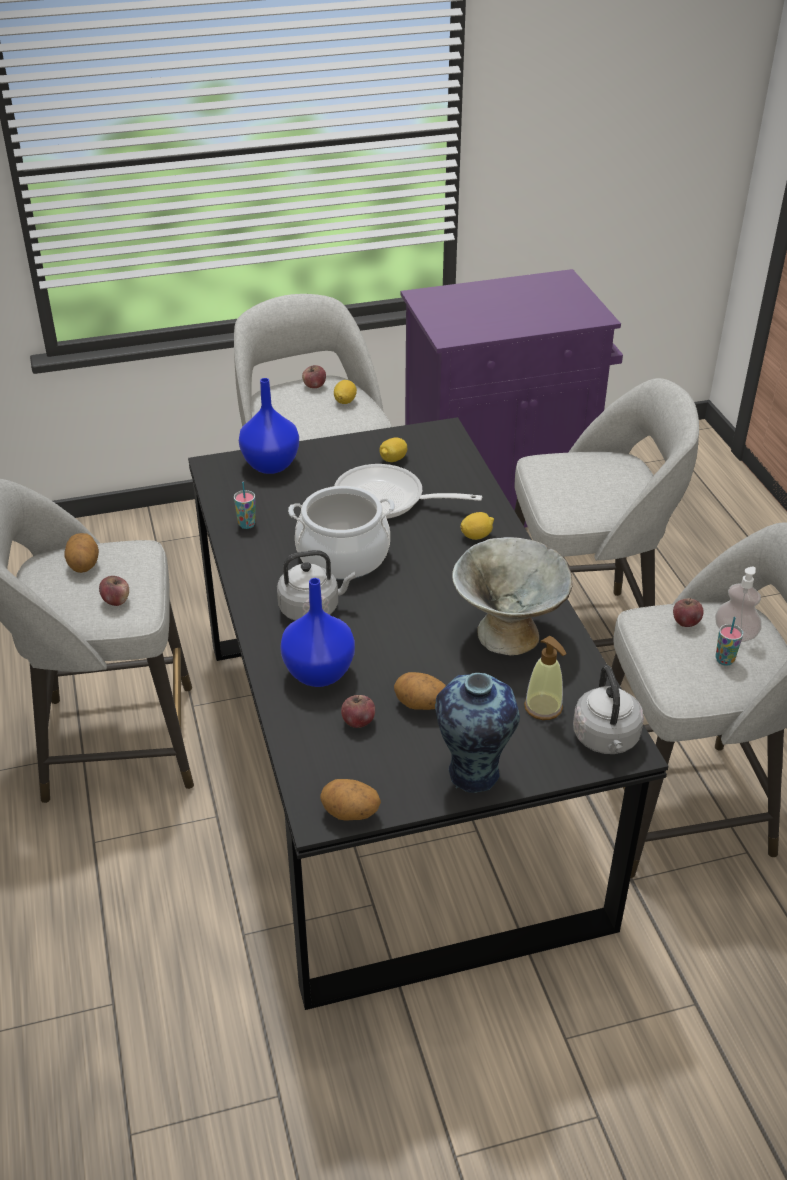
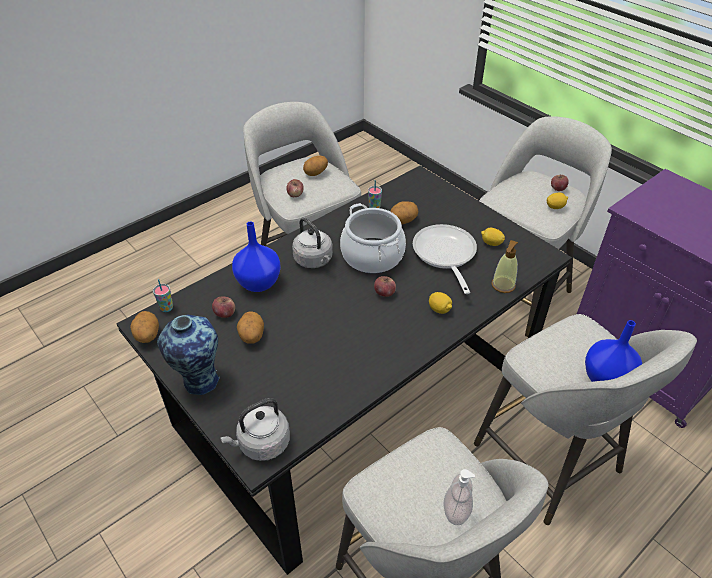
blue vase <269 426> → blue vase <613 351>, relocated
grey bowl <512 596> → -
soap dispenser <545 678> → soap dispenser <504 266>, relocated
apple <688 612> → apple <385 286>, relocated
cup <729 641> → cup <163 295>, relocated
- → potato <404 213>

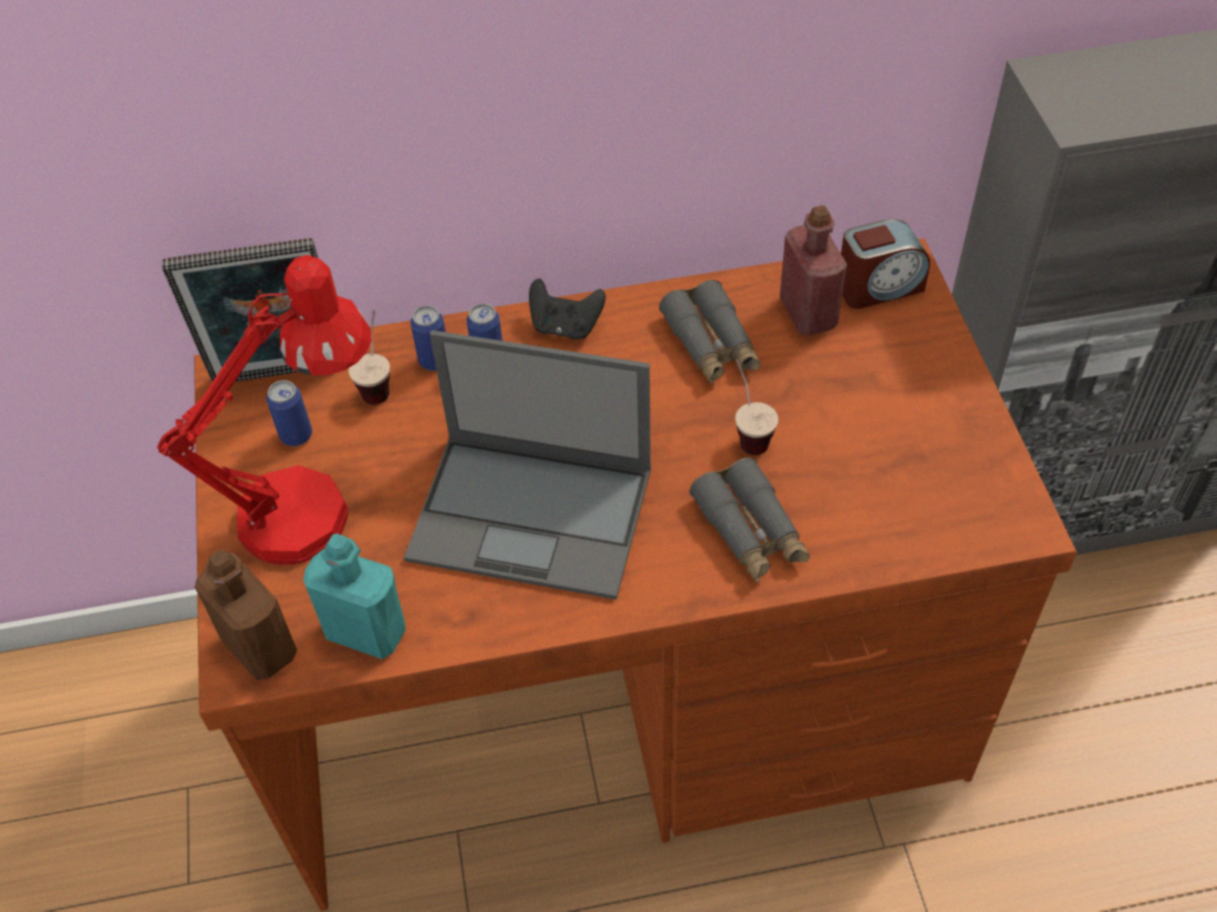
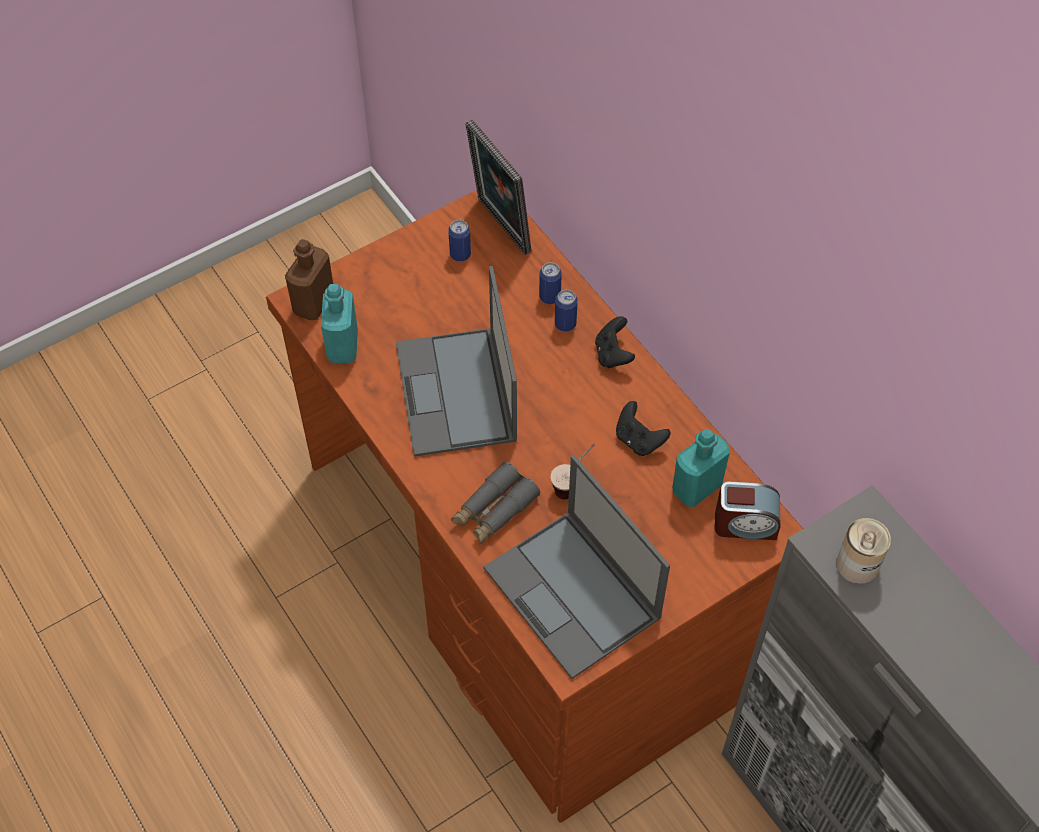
red table lamp <264 410> → -
cup <369 357> → -
grey binoculars <710 332> → black game controller <643 428>
red bottle <813 270> → turquoise bottle <701 468>
alarm clock <885 264> → alarm clock <747 510>, 45 degrees counterclockwise
- → laptop <576 567>
- → can <863 551>

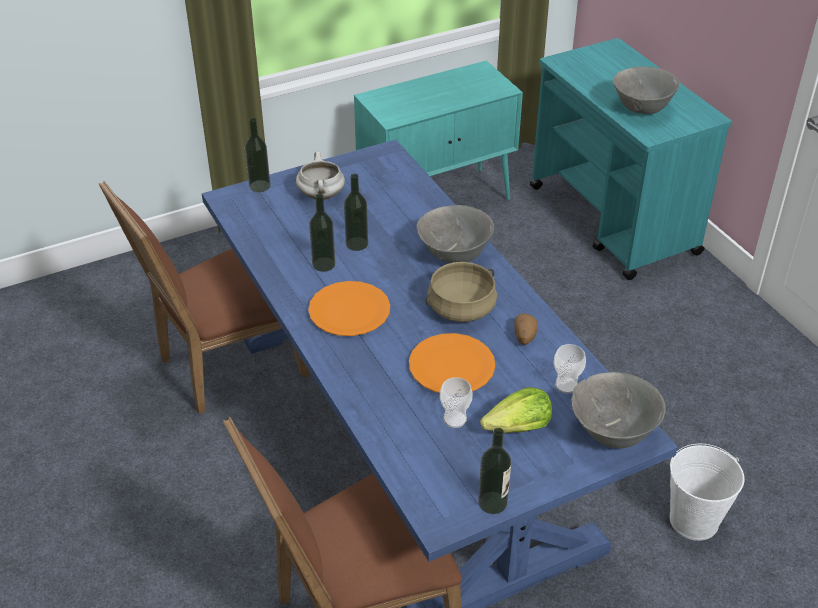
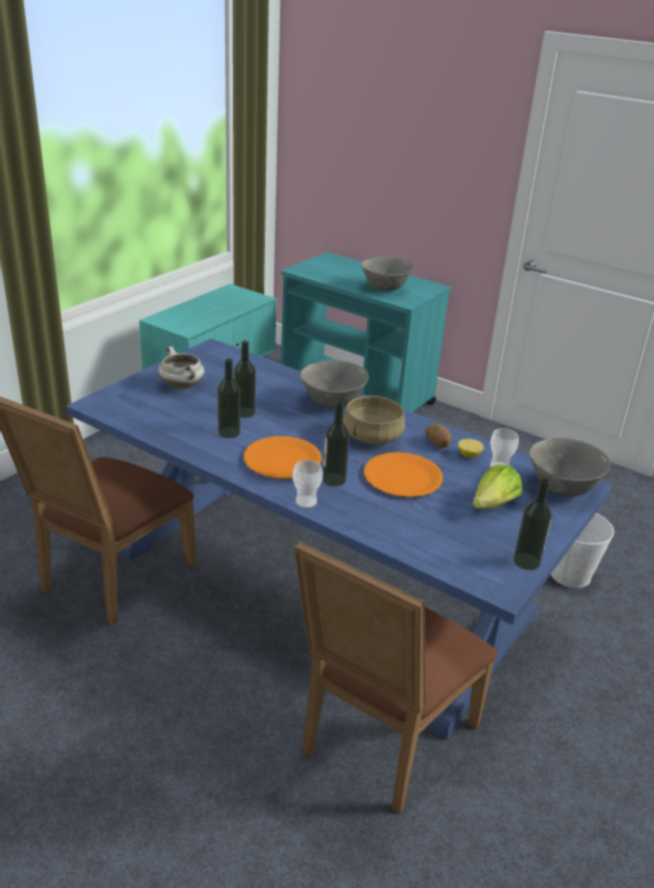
bottle <257 155> → bottle <336 444>, relocated
cup <456 402> → cup <307 484>, relocated
- → lemon <471 448>

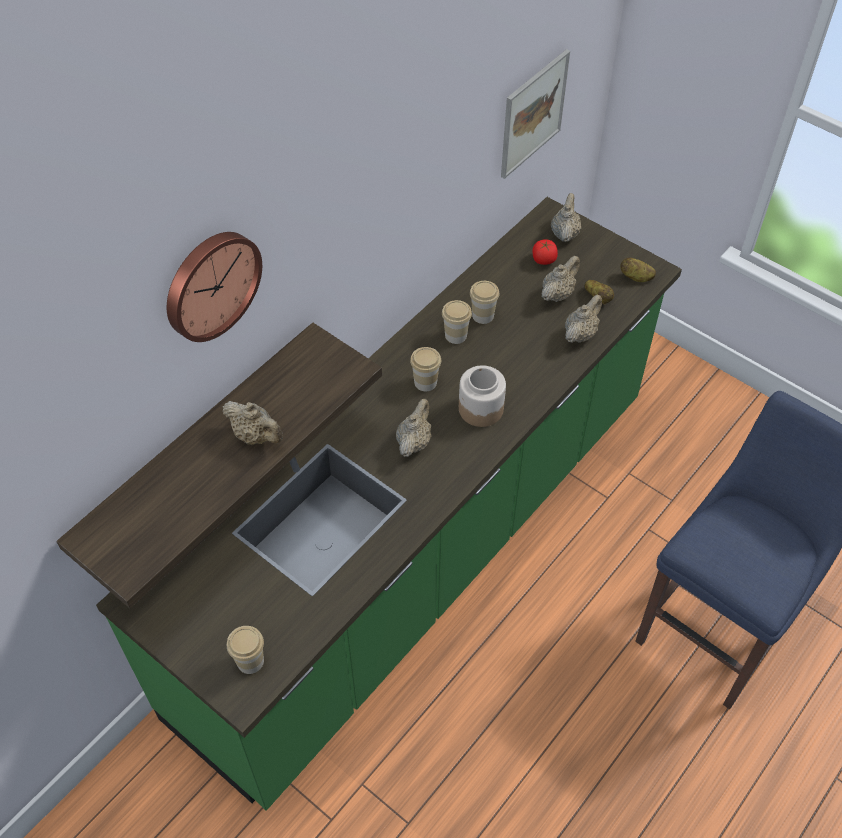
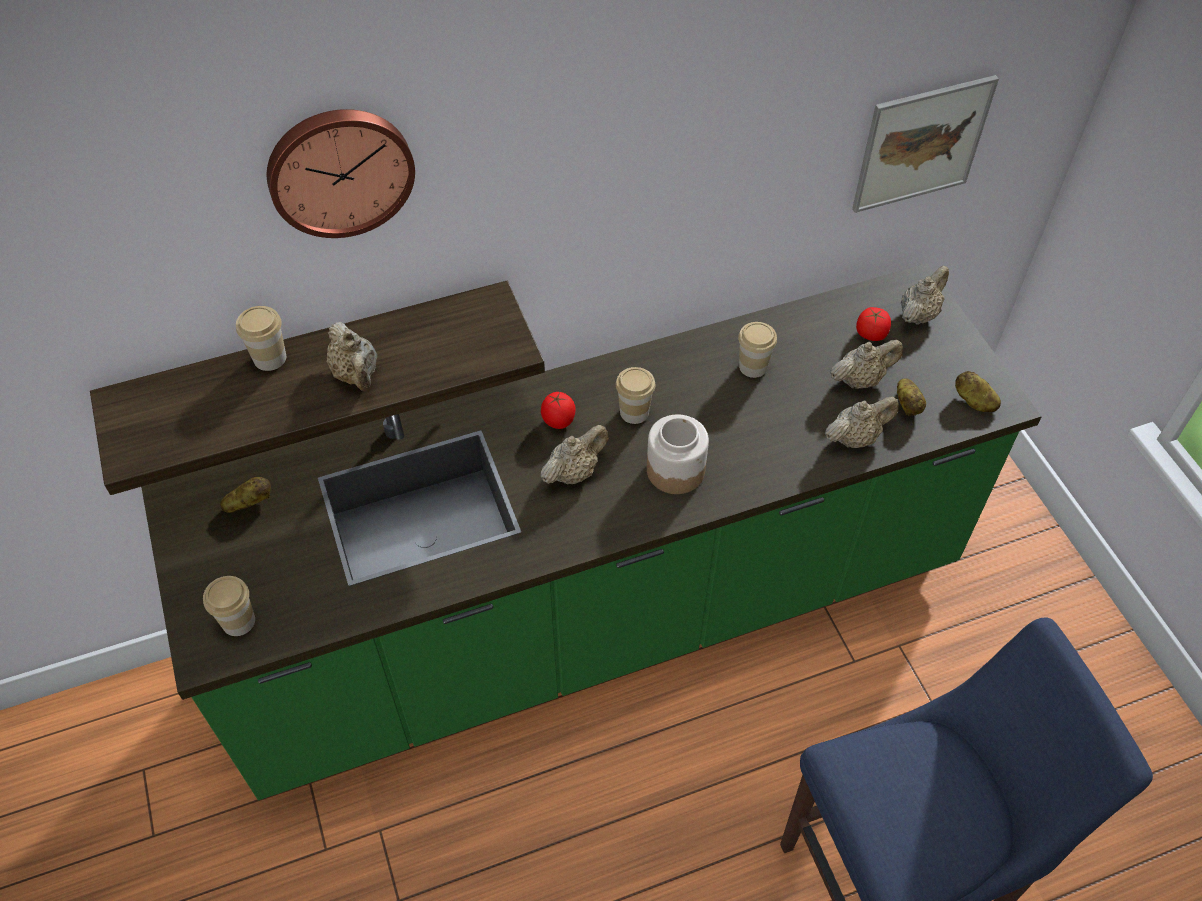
cup <457 322> → cup <261 338>, relocated
- → potato <245 495>
- → tomato <558 410>

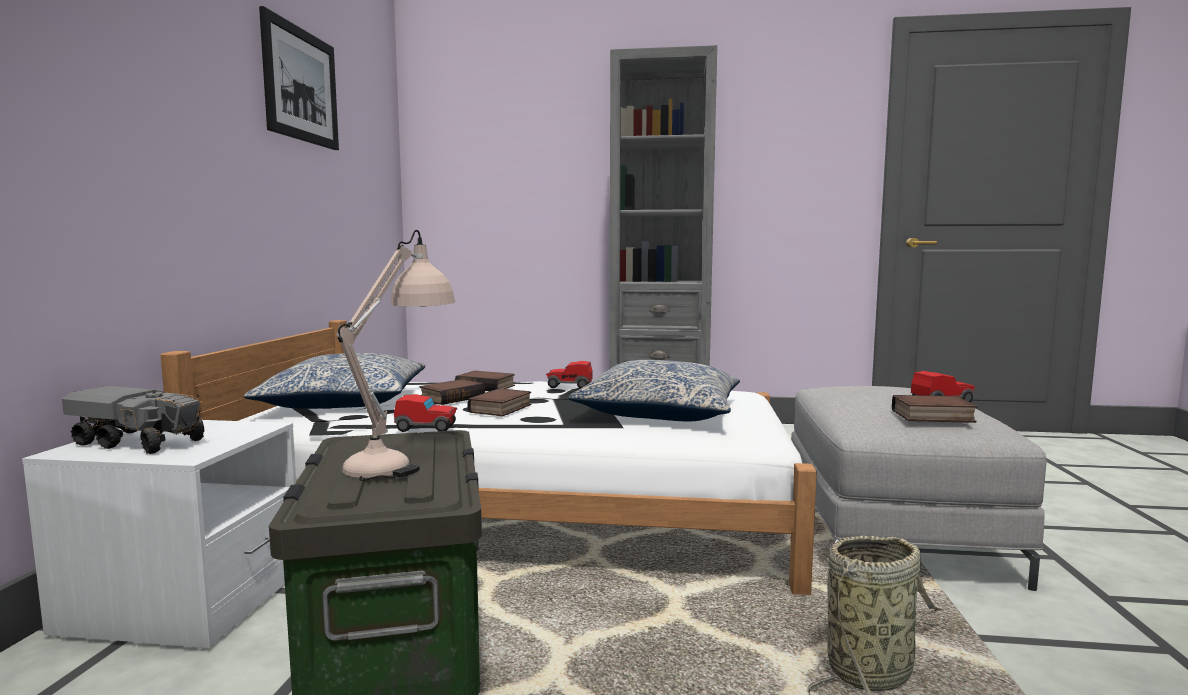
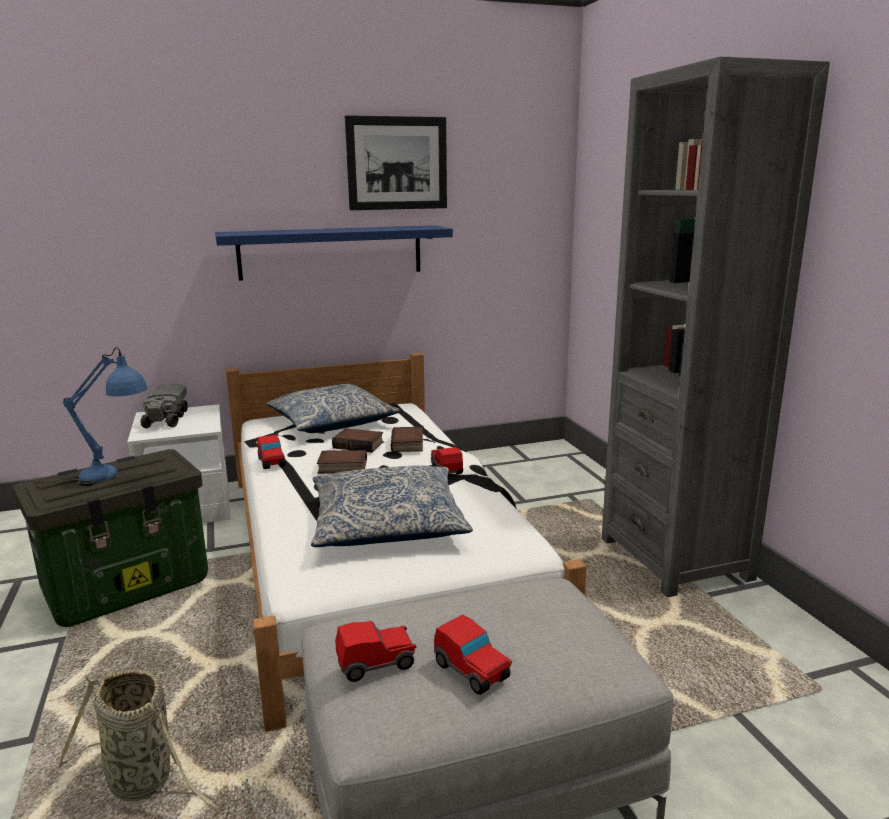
beige table lamp <395 355> → blue table lamp <105 416>
book <935 409> → toy car <376 651>
- → blue shelf <334 253>

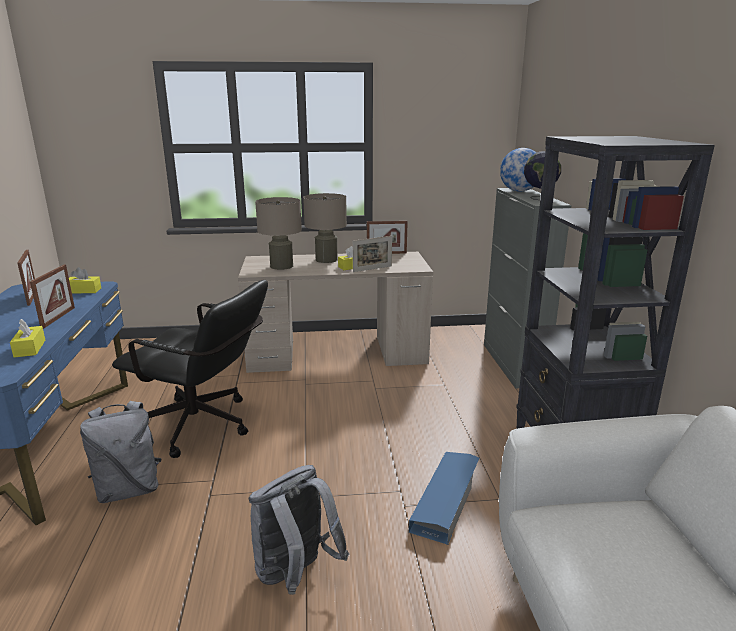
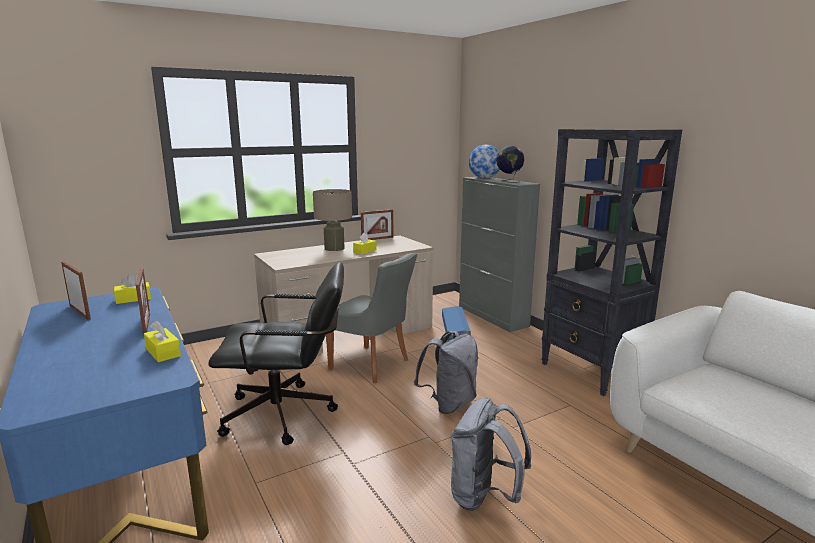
grey backpack <121 452> → grey backpack <446 372>, relocated
beige table lamp <278 233> → -
picture frame <372 254> → -
blue storage box <444 498> → blue storage box <456 323>, relocated
- → grey chair <371 318>

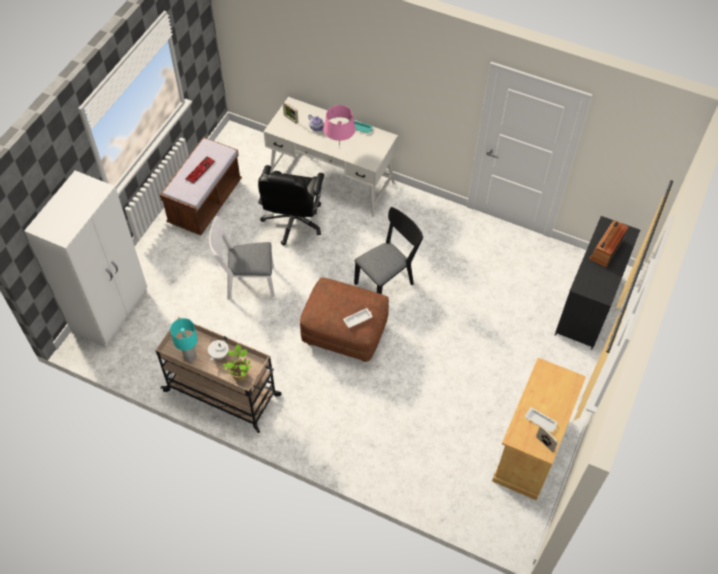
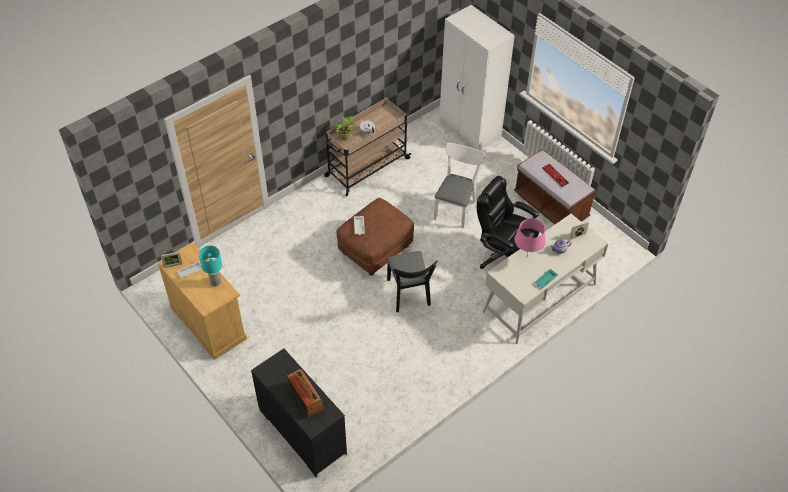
turquoise table lamp <184 340> → turquoise table lamp <210 266>, relocated

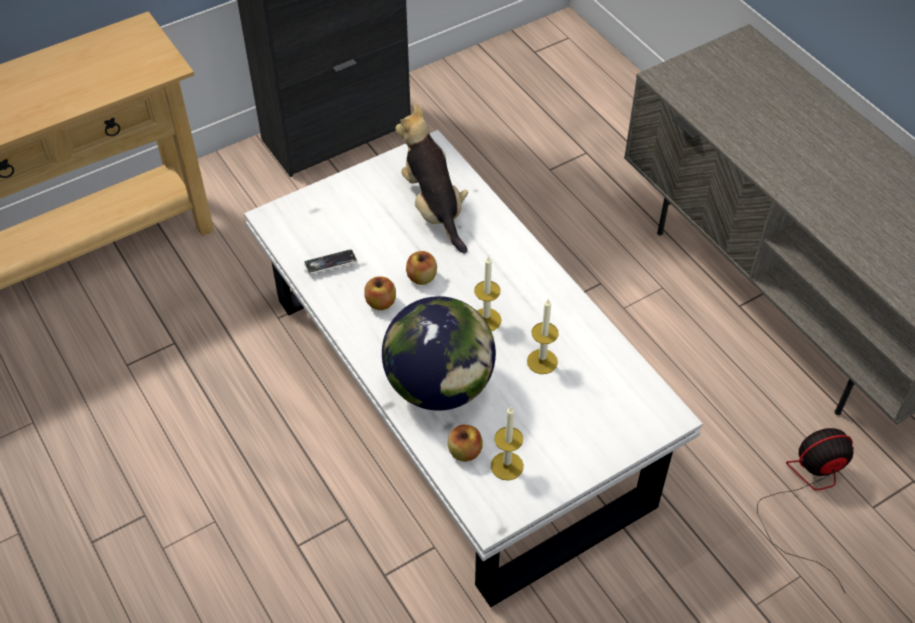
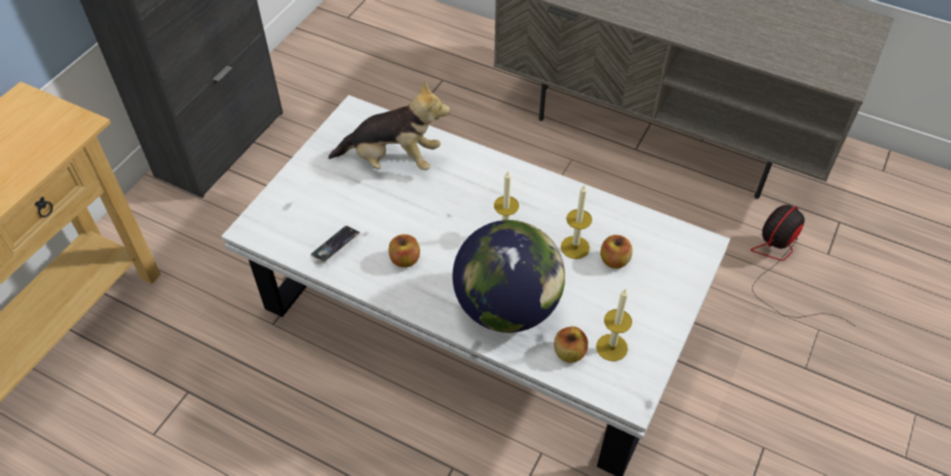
plush toy <431 179> → plush toy <389 125>, 150 degrees clockwise
apple <421 268> → apple <616 252>, relocated

